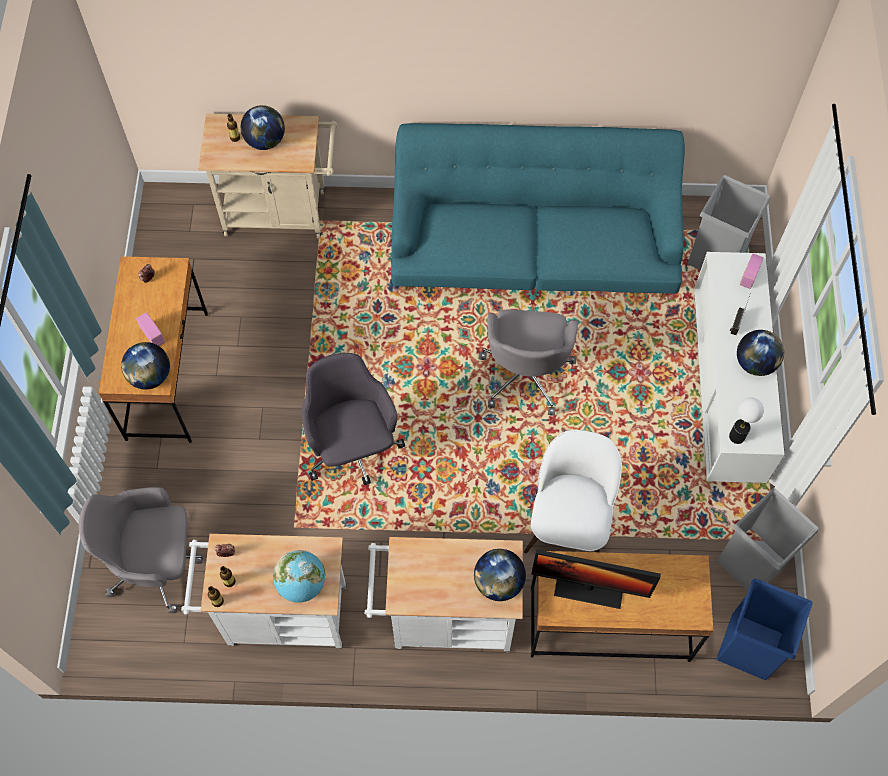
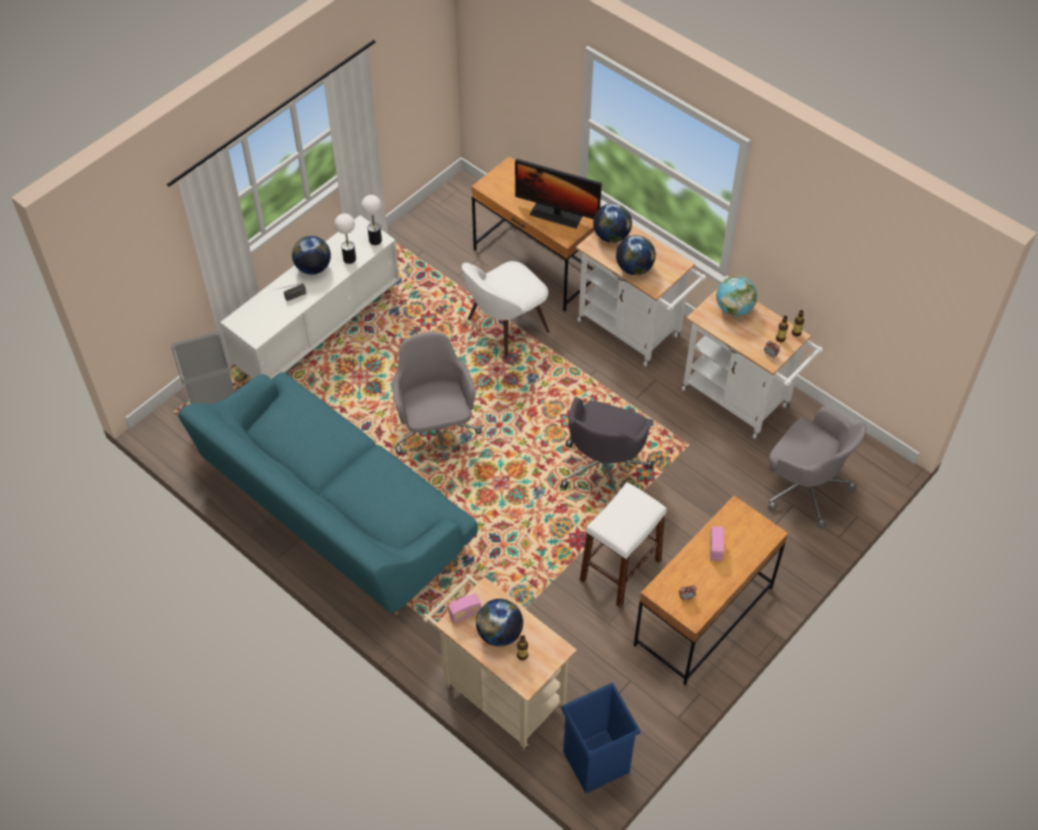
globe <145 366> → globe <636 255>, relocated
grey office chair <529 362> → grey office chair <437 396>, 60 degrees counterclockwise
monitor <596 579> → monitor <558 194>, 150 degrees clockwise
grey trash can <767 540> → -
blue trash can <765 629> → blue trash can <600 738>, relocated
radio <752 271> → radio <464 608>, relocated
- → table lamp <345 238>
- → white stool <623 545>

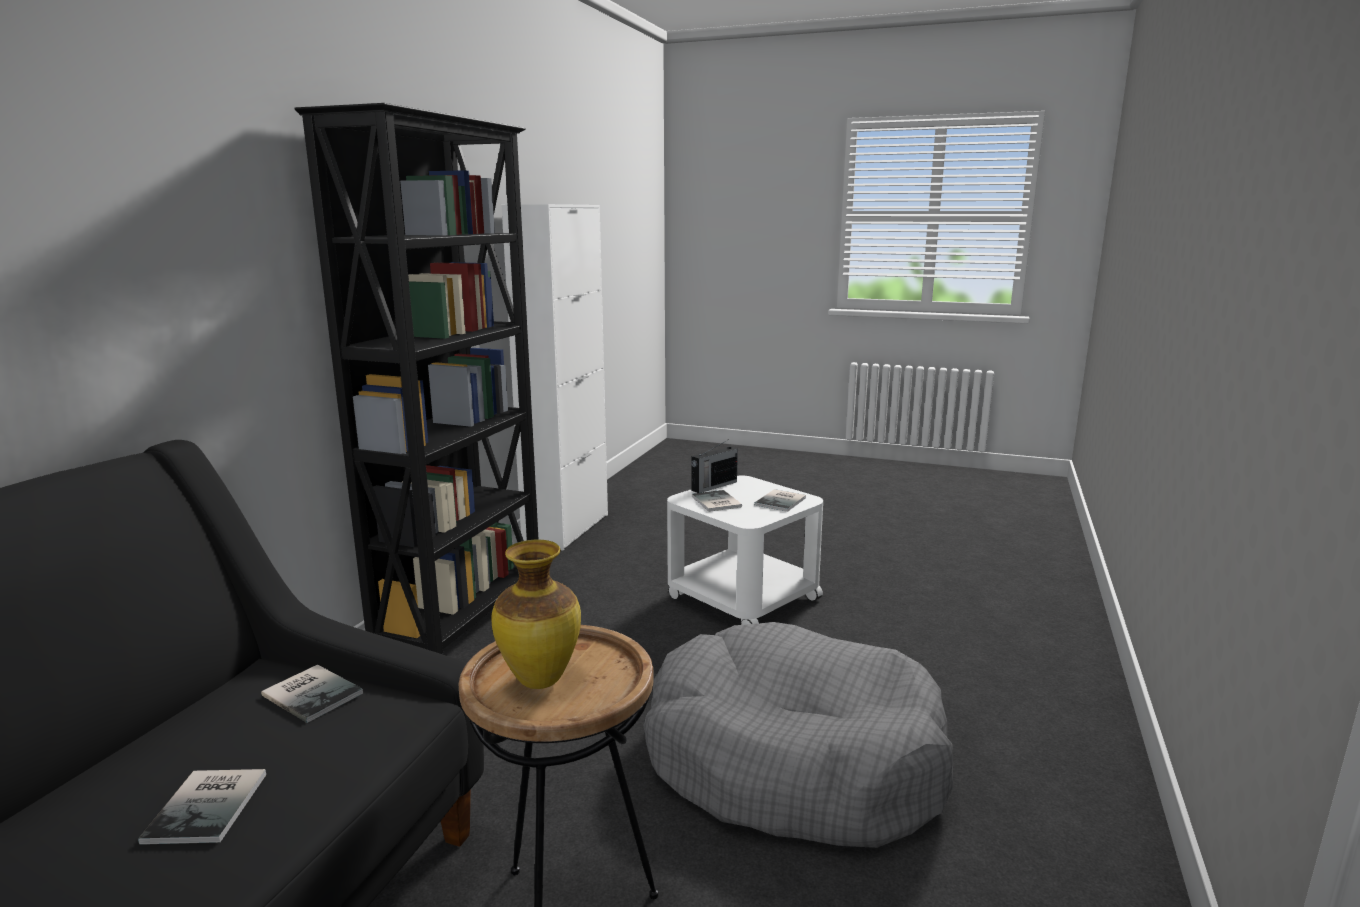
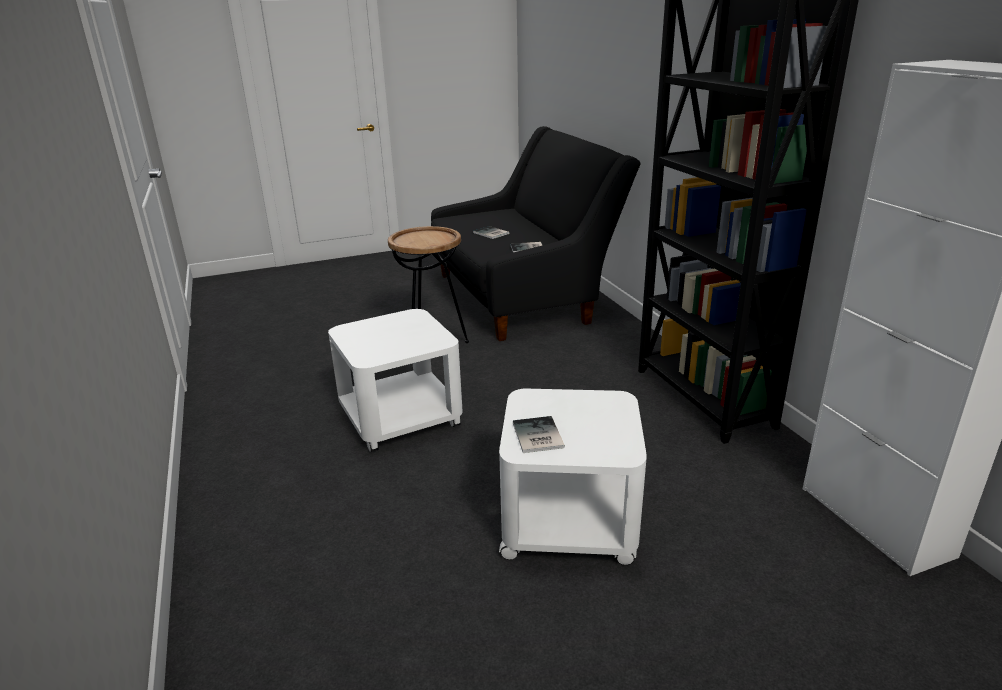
vase <536 614> → -
grey dog bed <798 735> → white side table <395 380>
radio <714 466> → -
book <717 501> → -

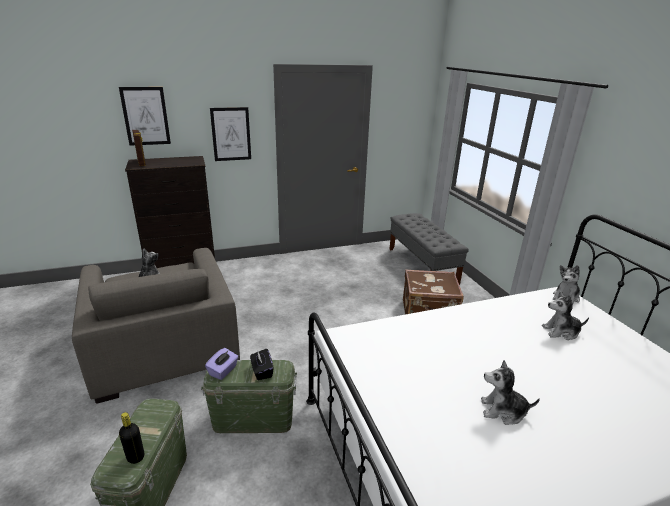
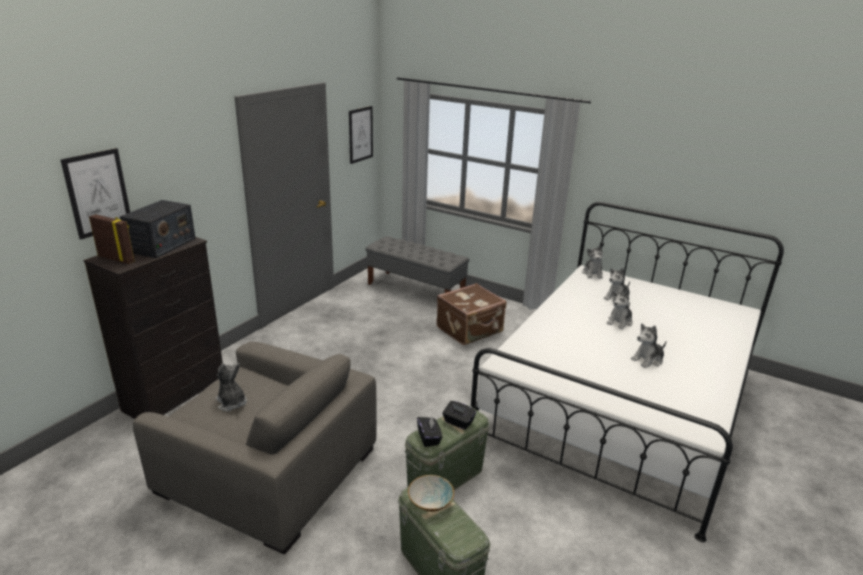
black bottle <131 438> → -
purple tissue box <221 364> → black tissue box <429 431>
picture <230 134> → picture <361 135>, relocated
- → radio <158 229>
- → bowl <431 493>
- → plush toy <620 310>

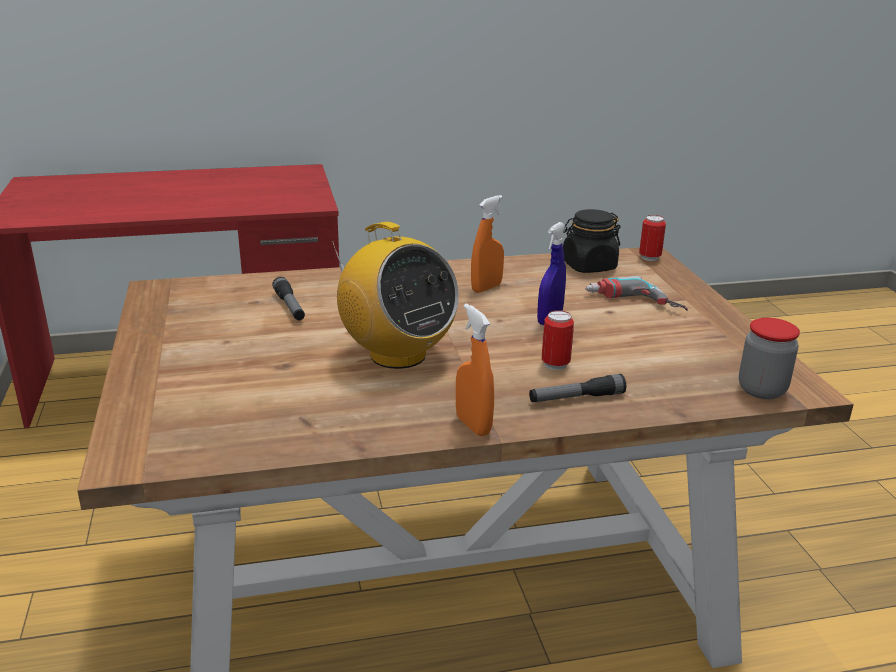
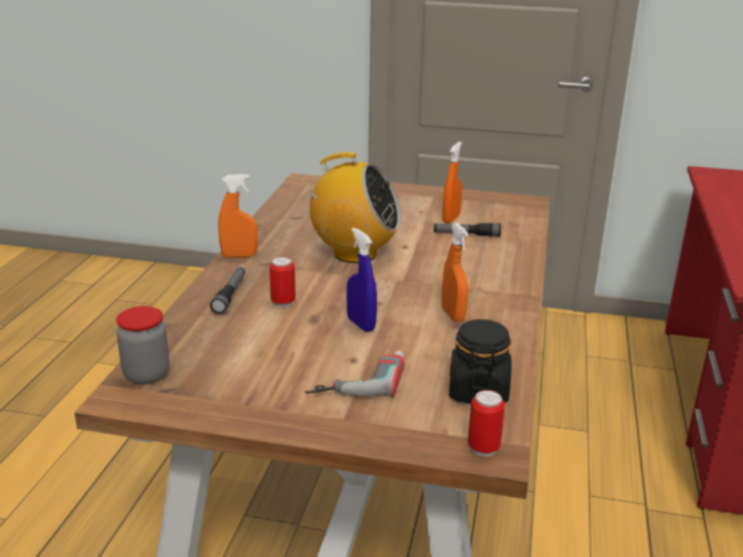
radio <395 295> → radio <351 207>, 150 degrees counterclockwise
- → orange spray bottle <452 182>

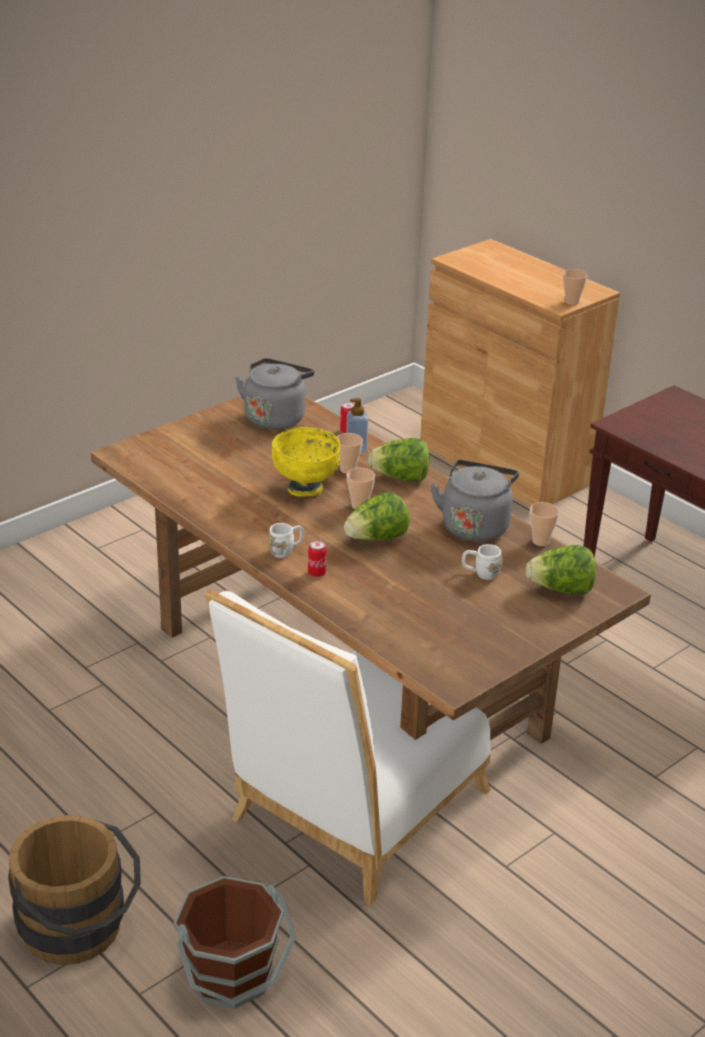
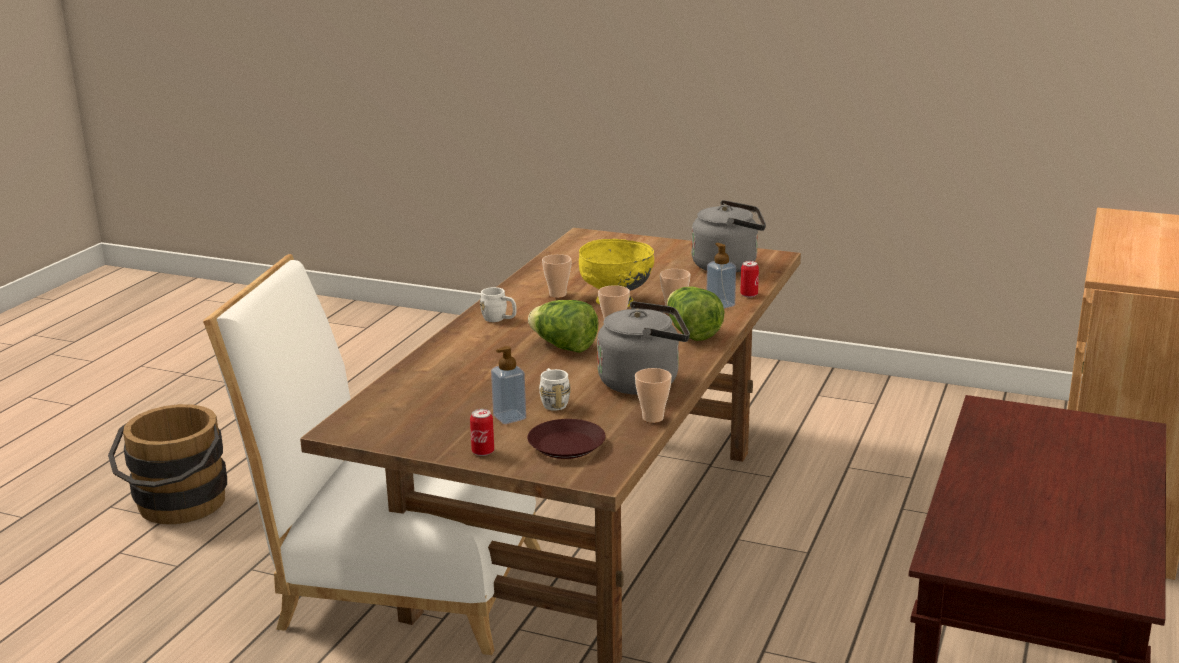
brown bucket <234 942> → -
can <317 558> → can <482 432>, relocated
lettuce <561 569> → brown plate <566 439>
cup <575 287> → cup <557 276>, relocated
- → soap dispenser <508 385>

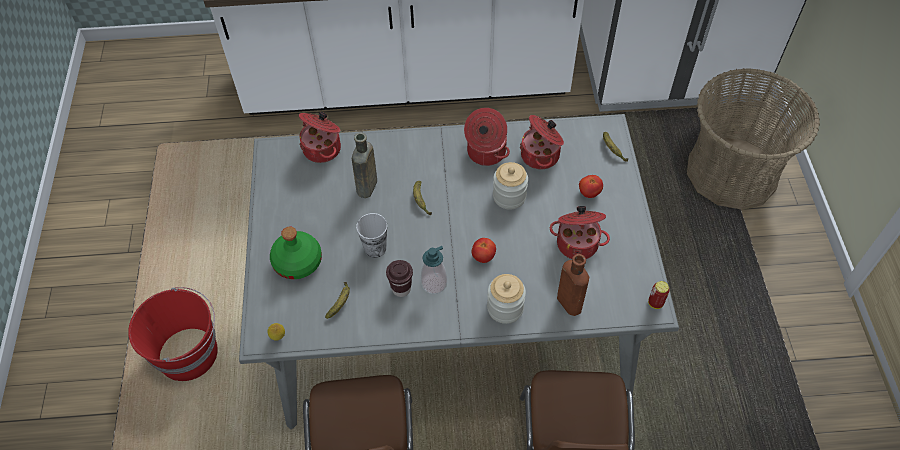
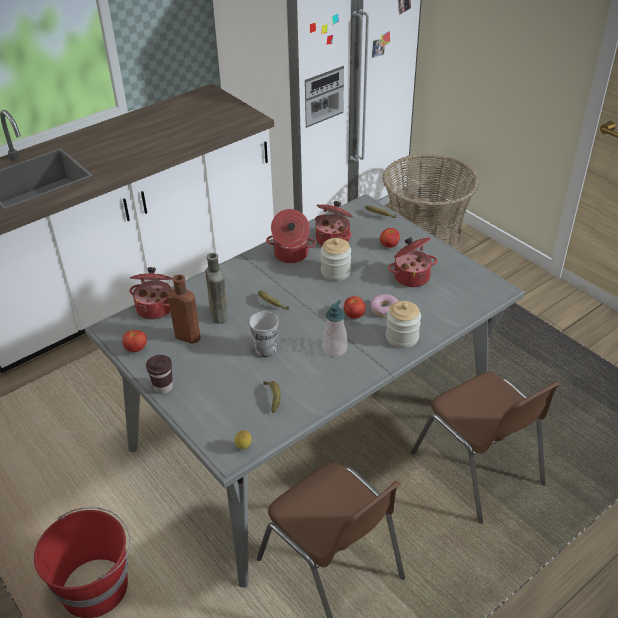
green bottle <296 253> → -
brown cup <399 278> → brown cup <159 374>, relocated
brown bottle <573 285> → brown bottle <184 309>, relocated
can <659 295> → -
- → tomato <134 341>
- → donut <384 306>

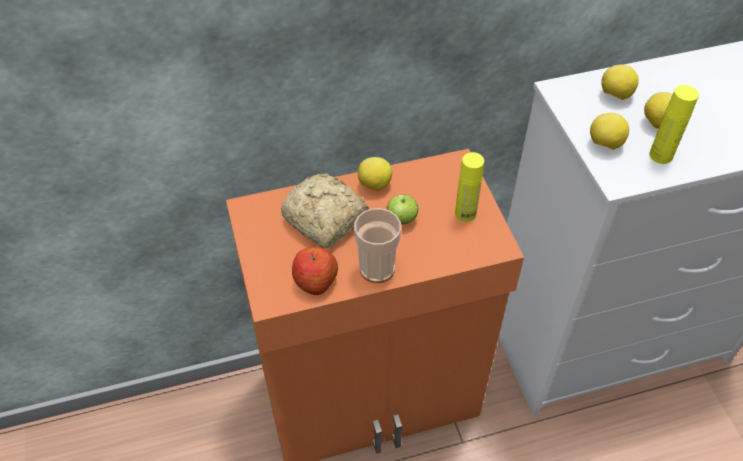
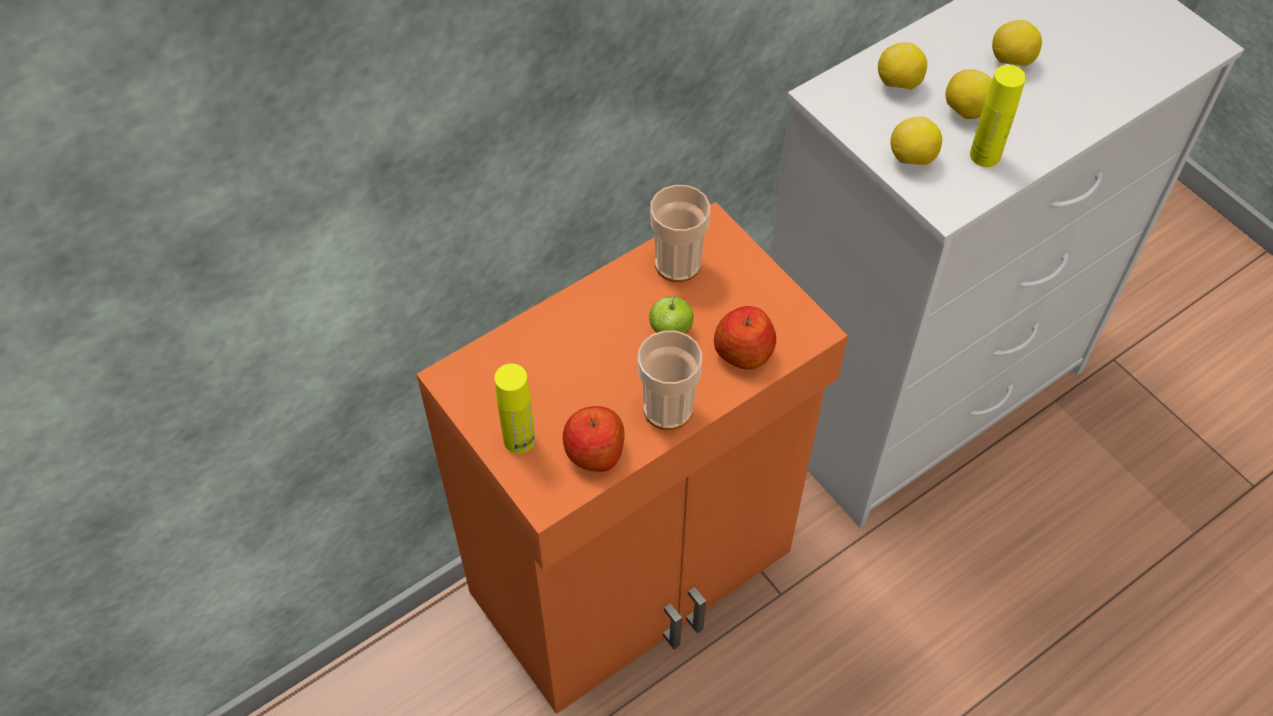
bread <325 211> → -
lemon <375 174> → lemon <1017 43>, relocated
yellow bottle <469 187> → yellow bottle <514 409>, relocated
- → cup <680 233>
- → apple <745 337>

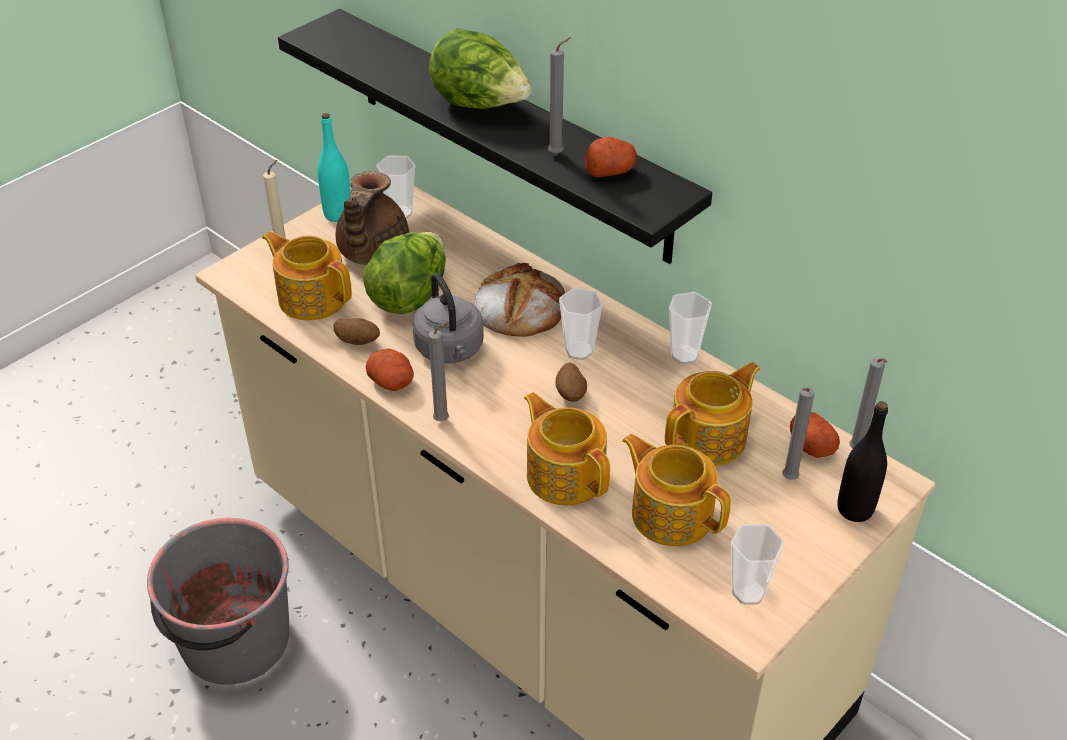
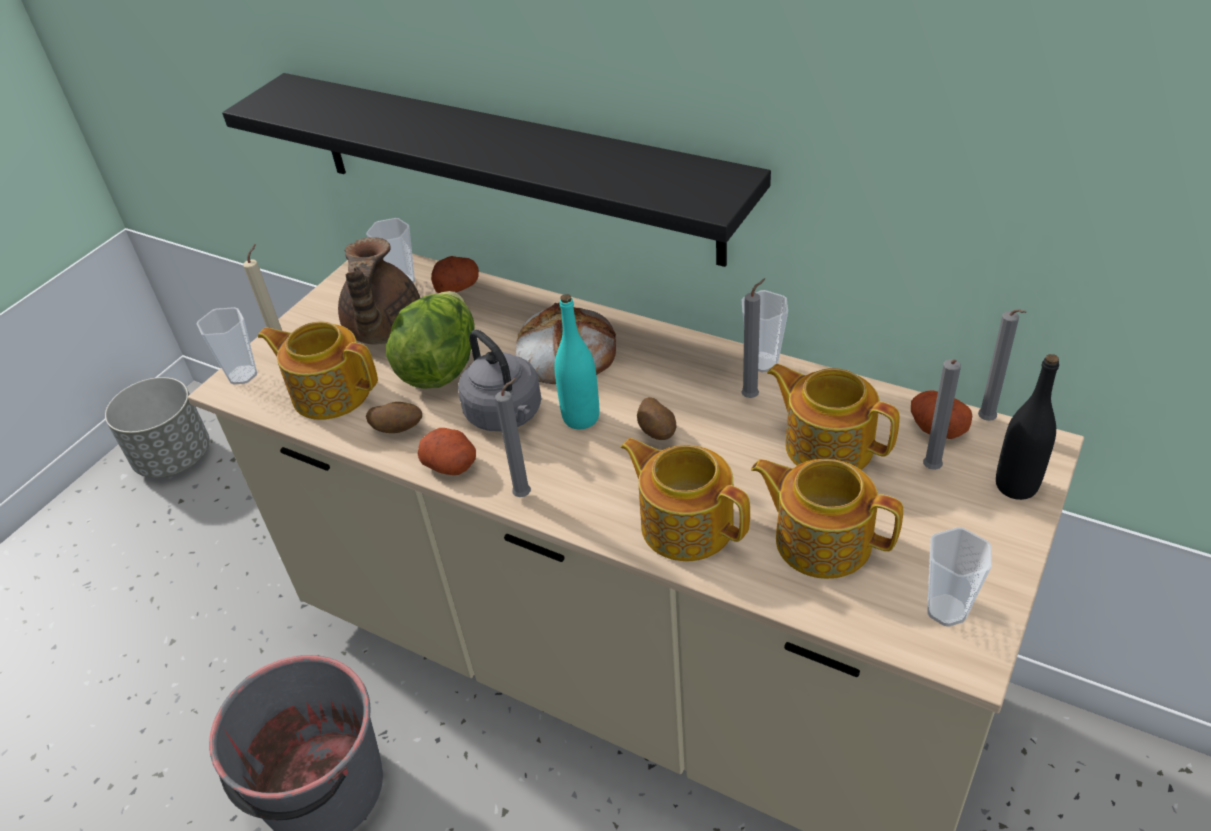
turquoise bottle <334 167> → turquoise bottle <576 361>, relocated
lettuce <480 68> → -
grey candle <559 95> → grey candle <753 338>, relocated
cup <581 324> → cup <227 346>, relocated
potato <611 157> → potato <455 274>, relocated
teapot <712 414> → teapot <833 417>, 90 degrees counterclockwise
- → grey planter <157 427>

